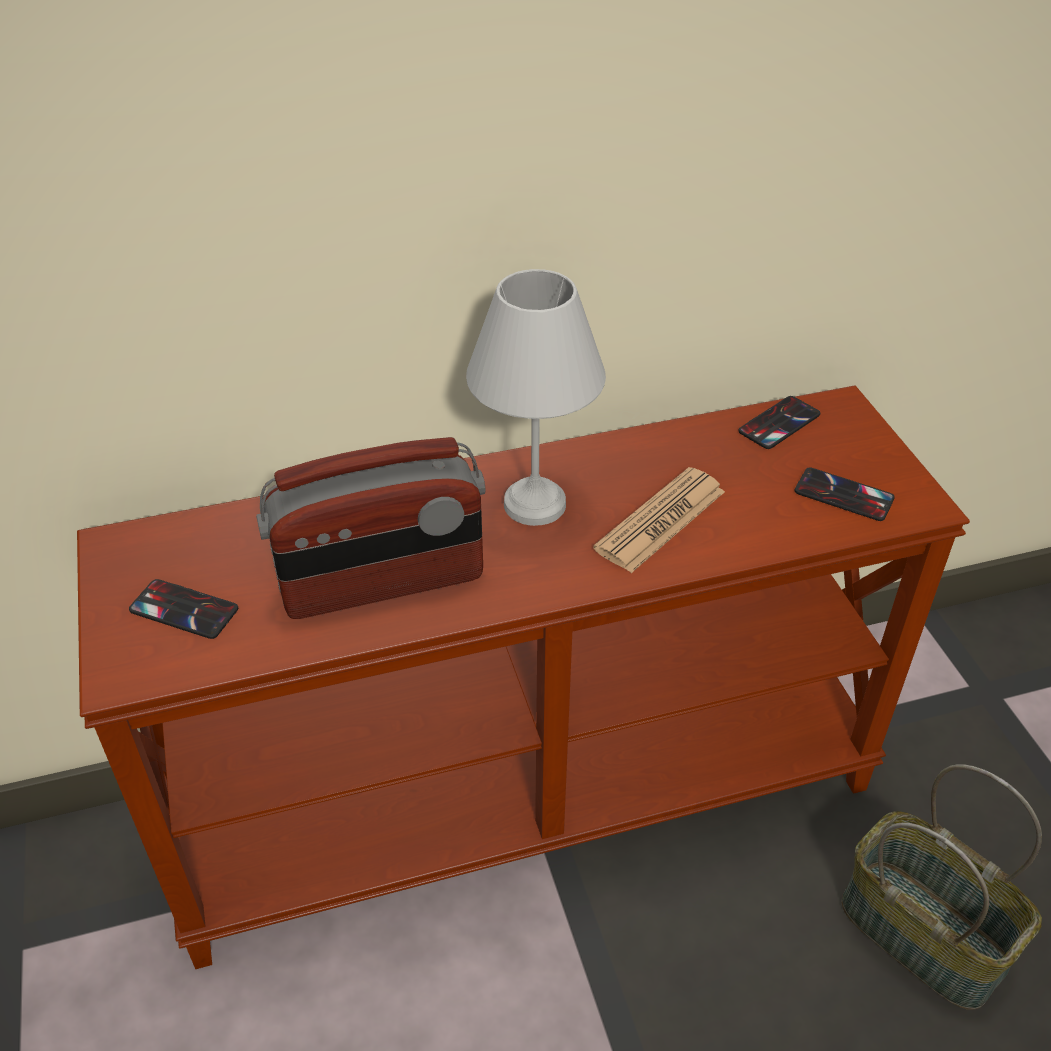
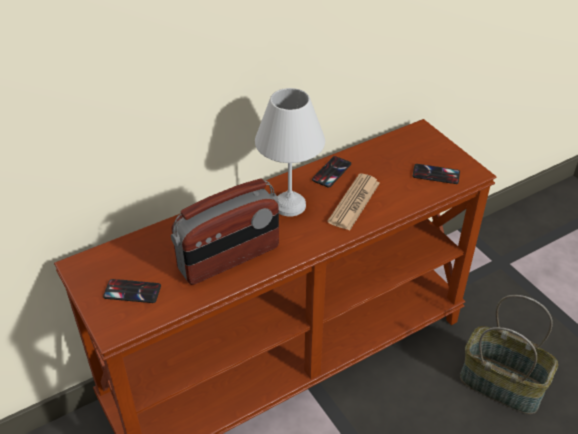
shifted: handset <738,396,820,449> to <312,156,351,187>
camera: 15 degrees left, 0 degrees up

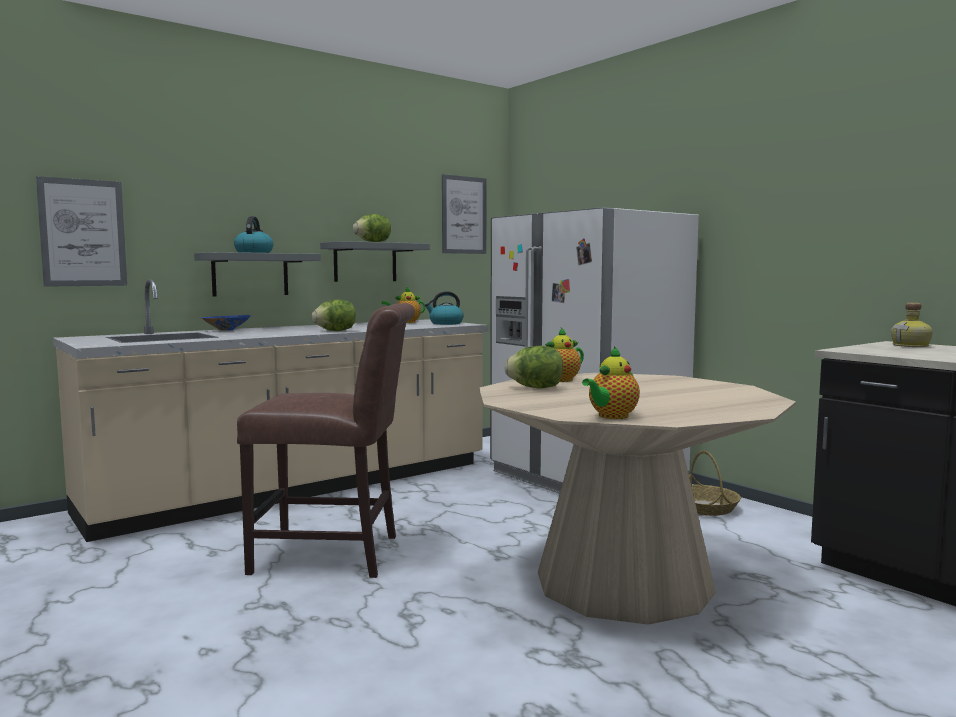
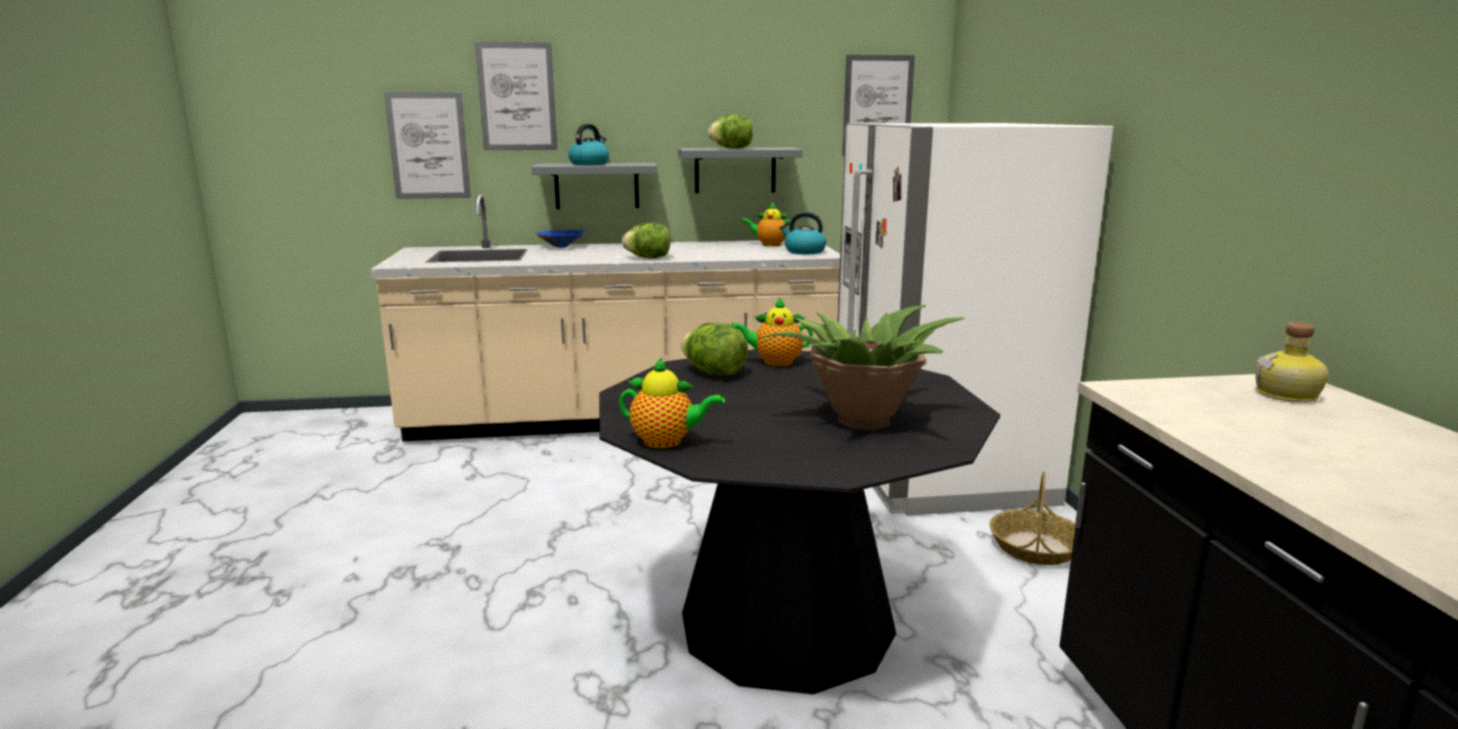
gone: upright chair in brown-coloured <237,303,415,578>
new: wall art <475,42,558,150>; houseplant <759,305,965,430>
repainted: kitchen table in beige <479,373,796,625> to kitchen table in black <599,349,1000,694>
rotated: pot for tea <582,346,640,419> = <619,358,725,448> 150 degrees counterclockwise
camera: 30 degrees right, 10 degrees up

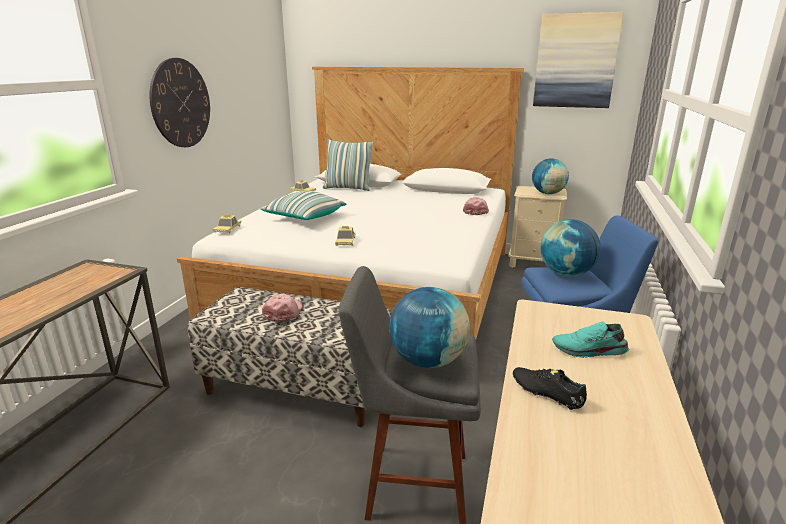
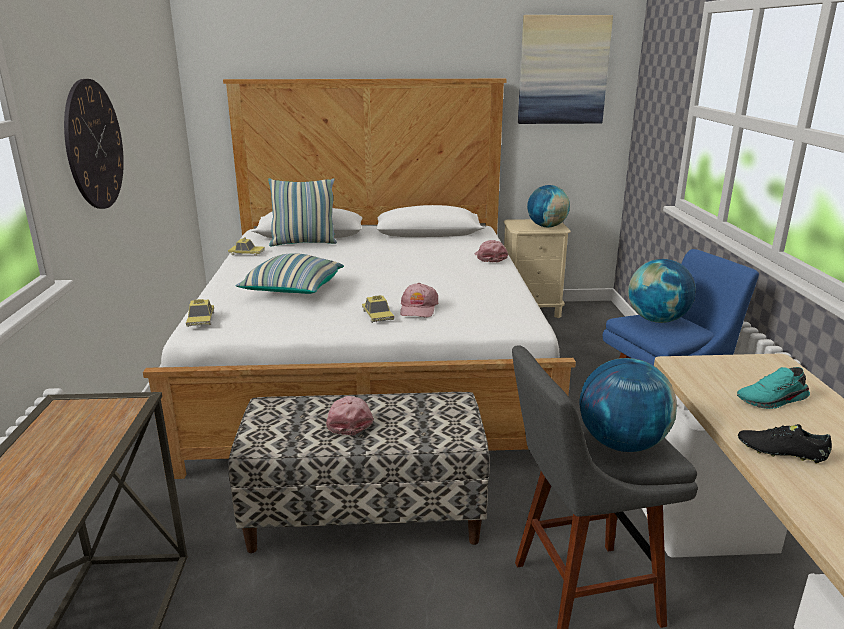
new: cap in pink-coloured <400,283,438,317>
camera: 20 degrees left, 0 degrees up

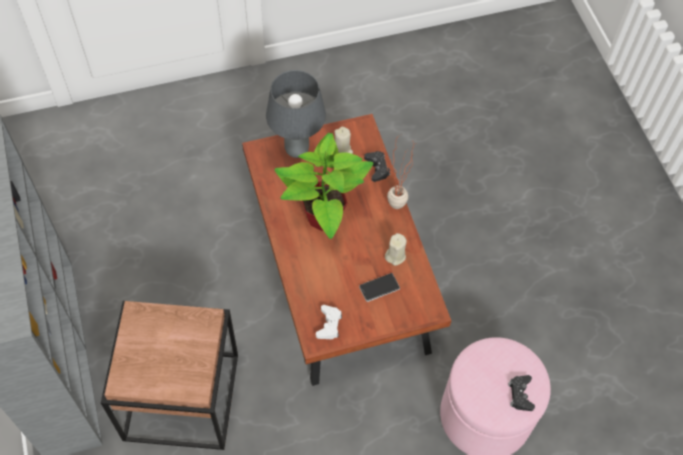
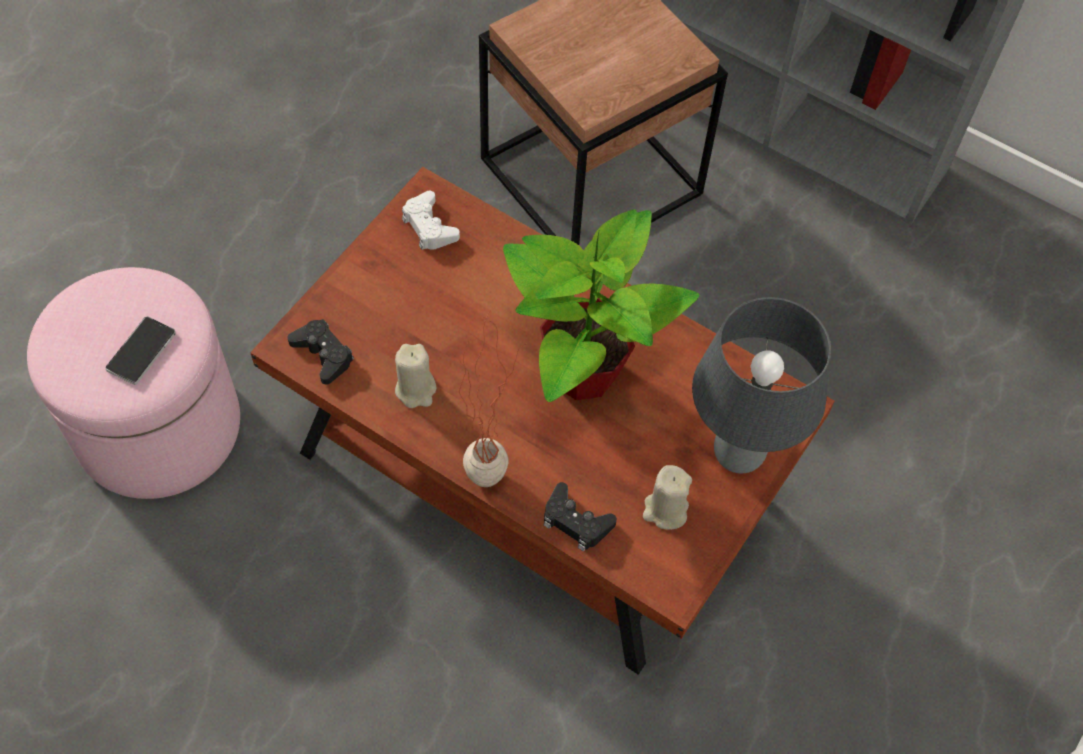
shifted: handset <359,273,400,302> to <105,316,176,385>; game controller in black <508,375,535,411> to <288,319,354,385>
camera: 140 degrees right, 0 degrees up

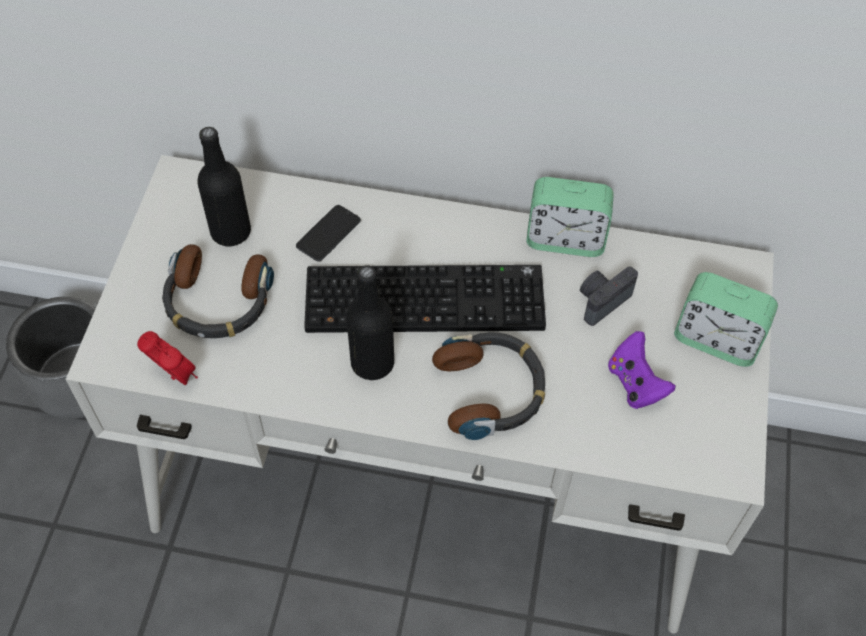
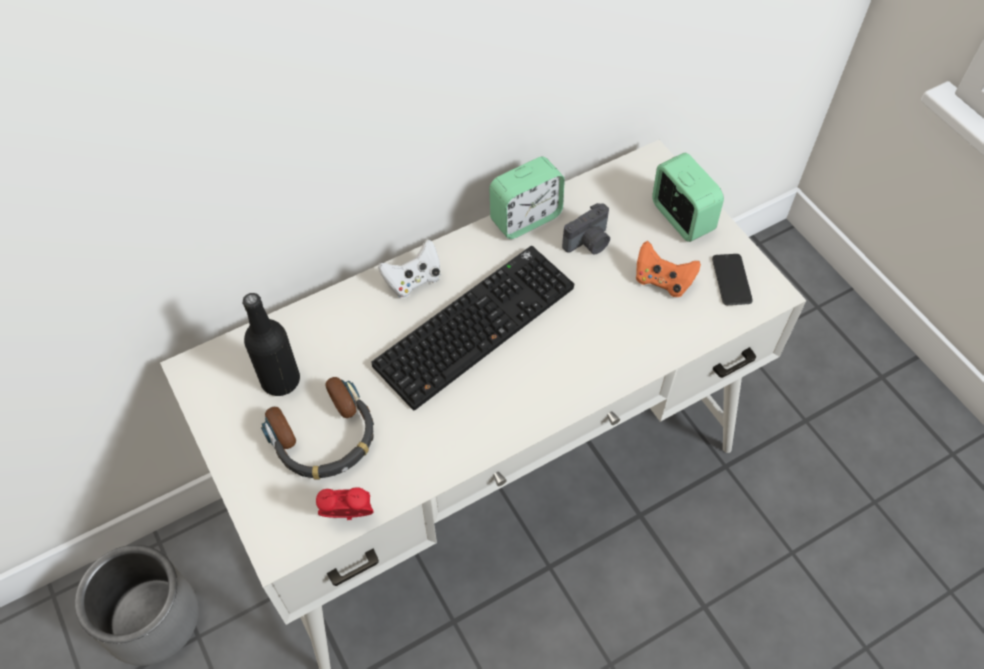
gone: drink bottle in black <346,265,394,380>; pair of headphones <432,332,545,440>
new: game controller in white <378,239,441,298>
shifted: handset <296,205,361,262> to <712,254,753,305>
repainted: game controller in purple <608,331,676,409> to game controller in orangey <636,241,701,297>
rotated: photo camera <580,267,638,326> = <562,203,610,255> 135 degrees counterclockwise; bedside clock <674,272,778,367> = <652,153,724,242> 105 degrees counterclockwise
camera: 40 degrees left, 0 degrees up

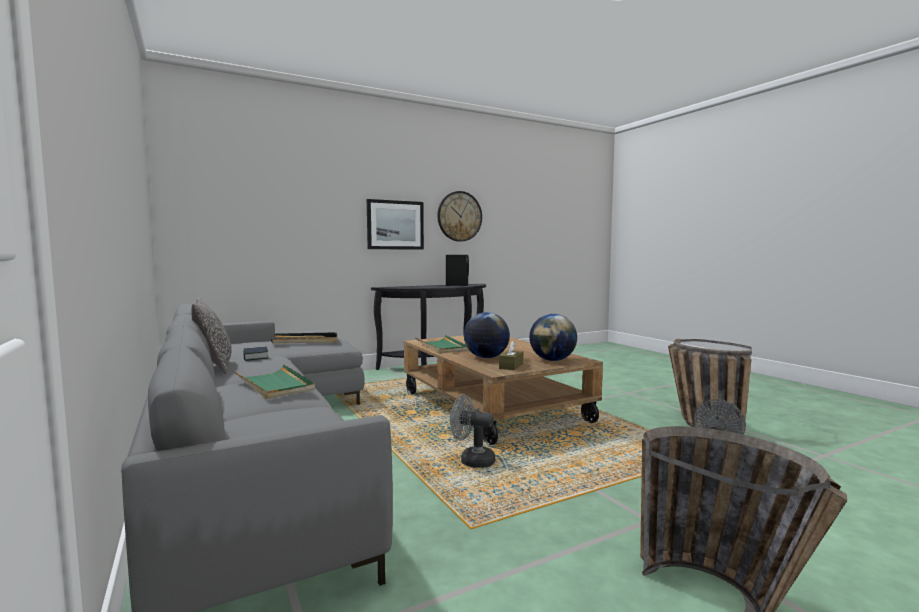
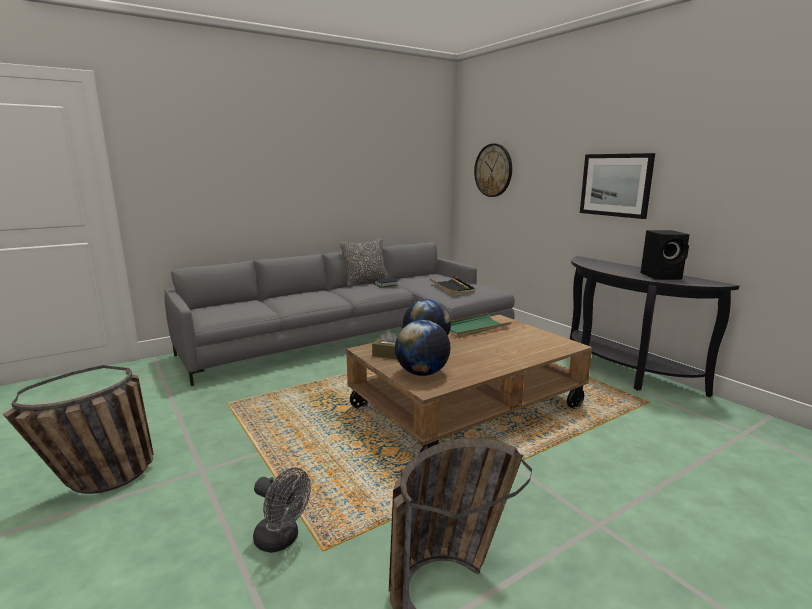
gone: carrying tray in green <234,364,315,399>; cooling fan in gray <450,395,495,468>
shifted: hanging clock <437,191,482,242> to <474,144,512,197>
camera: 85 degrees right, 10 degrees up

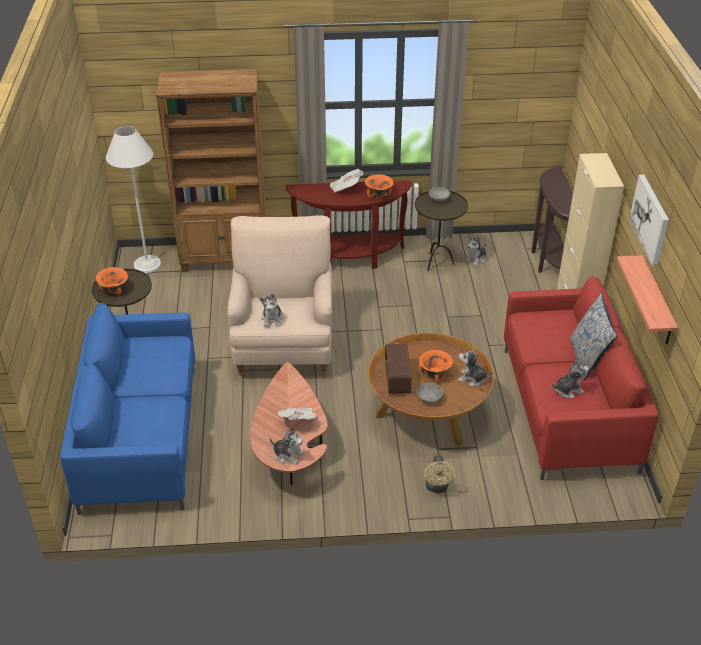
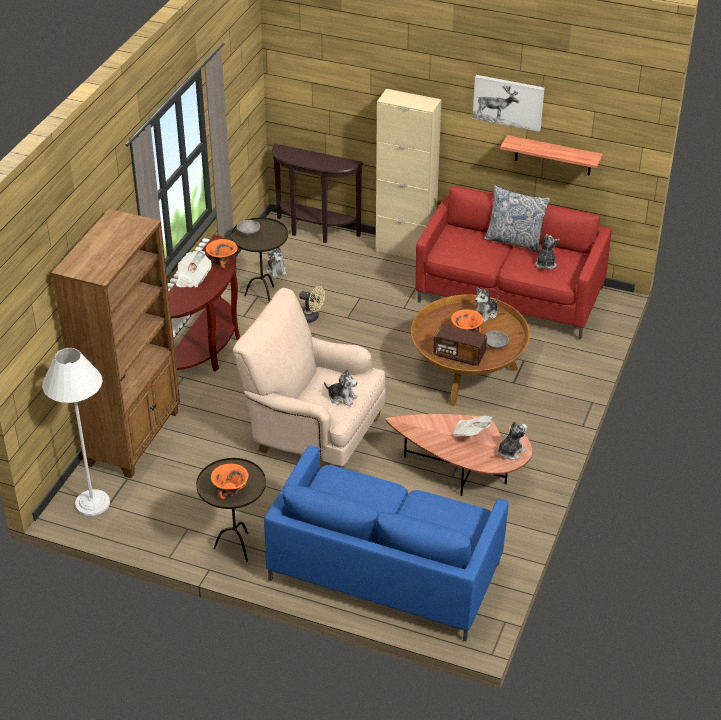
shifted: cooling fan in beige <424,455,455,493> to <299,286,325,323>
camera: 65 degrees left, 0 degrees up

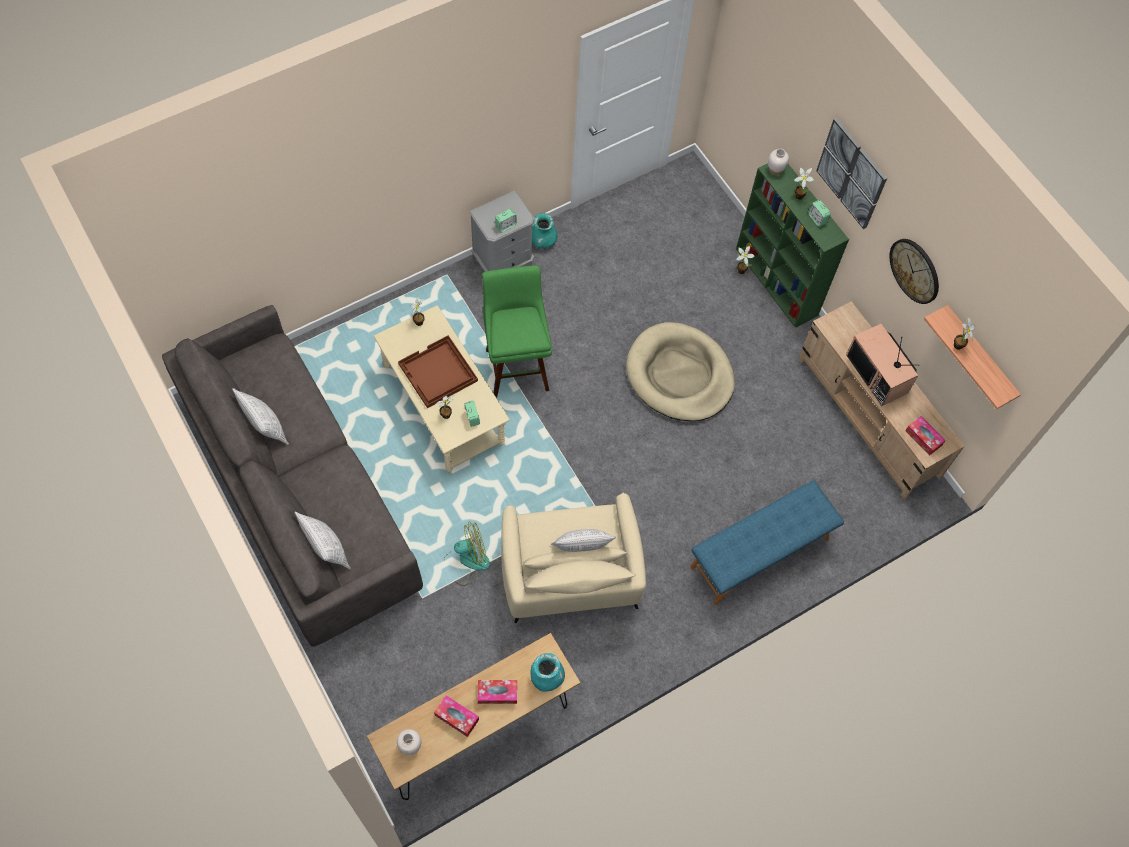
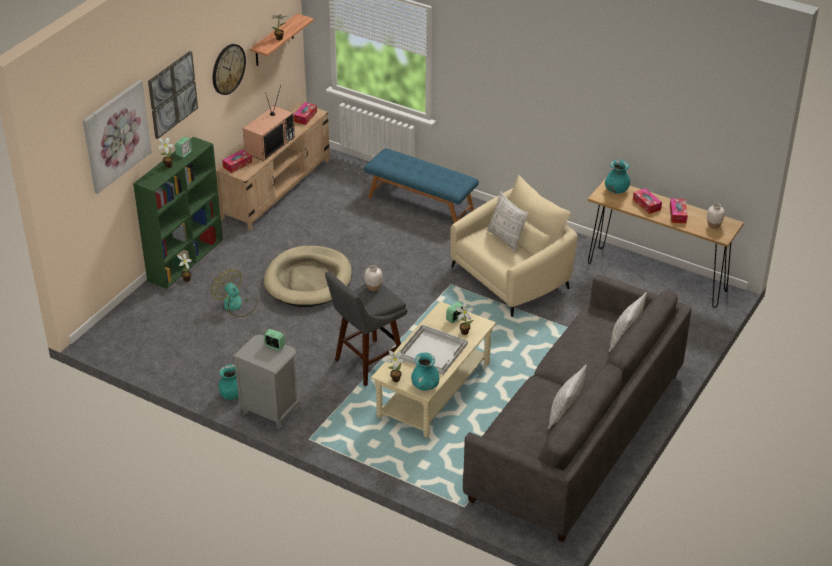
new: wall art <83,80,152,194>; box of tissues <222,150,252,173>; decorative vase in turquoise-coloured <411,353,439,391>
shifted: decorative vase in white <768,149,789,175> to <364,265,383,291>; cooling fan <448,521,490,586> to <211,269,258,317>
repainted: sitting stool in green <482,265,552,397> to sitting stool in gray <325,272,407,386>; carrying tray in brown-coloured <398,335,478,408> to carrying tray in white <397,324,468,375>
camera: 115 degrees left, 25 degrees down

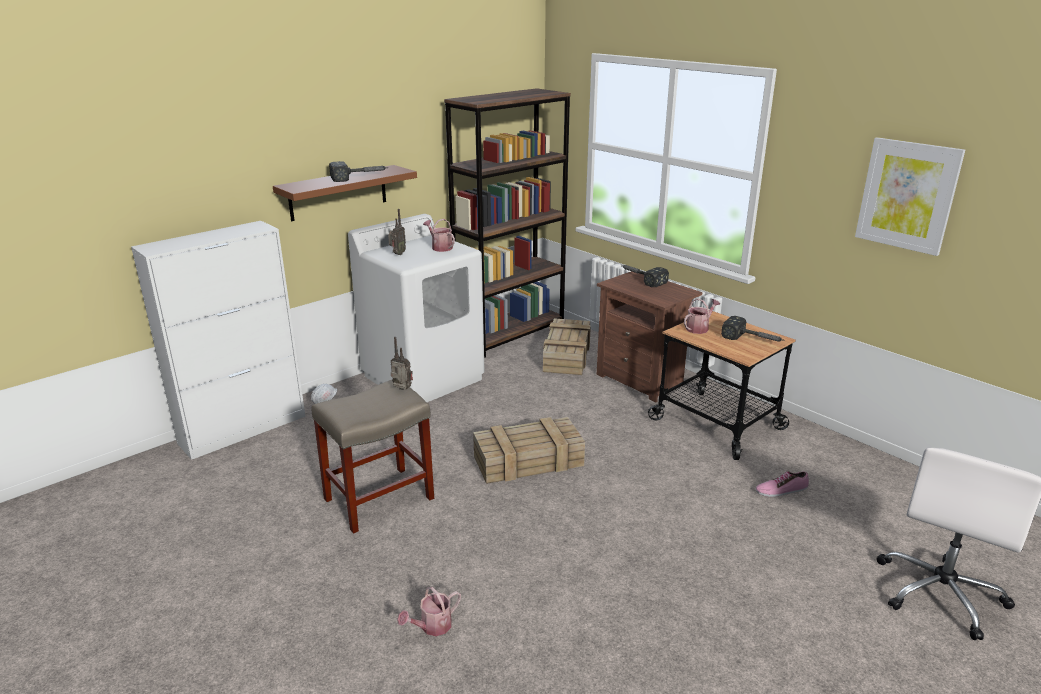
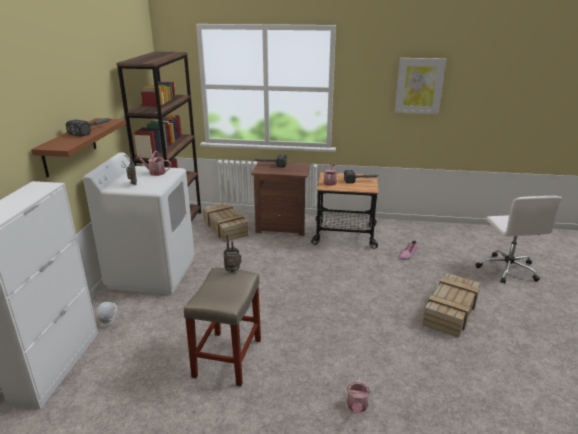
shifted: packing crate <473,417,585,484> to <423,273,481,337>
camera: 40 degrees left, 0 degrees up

